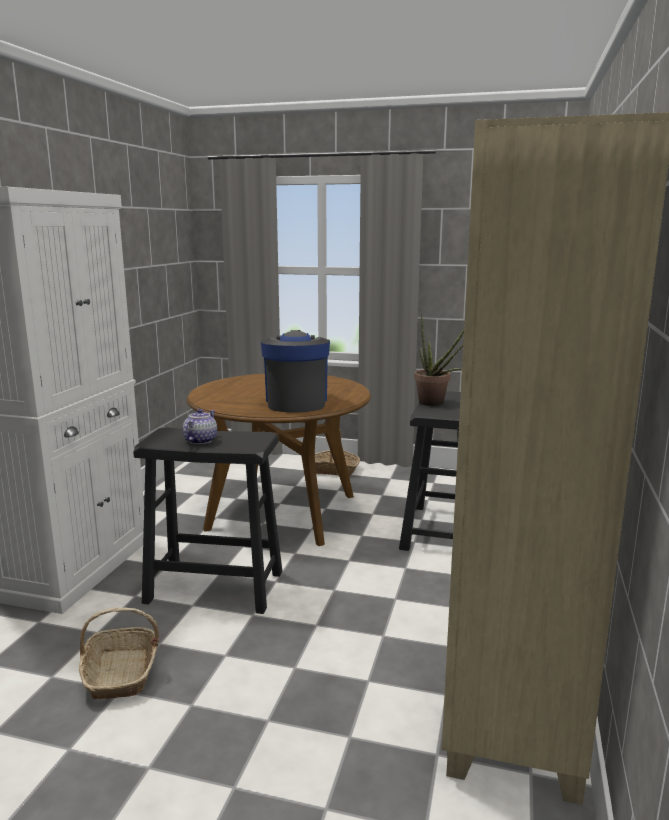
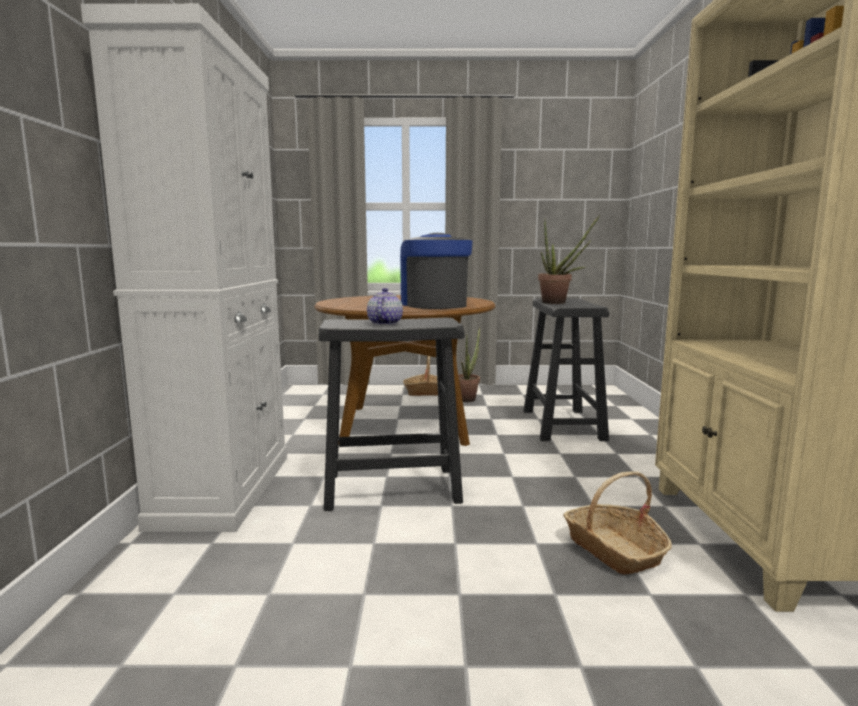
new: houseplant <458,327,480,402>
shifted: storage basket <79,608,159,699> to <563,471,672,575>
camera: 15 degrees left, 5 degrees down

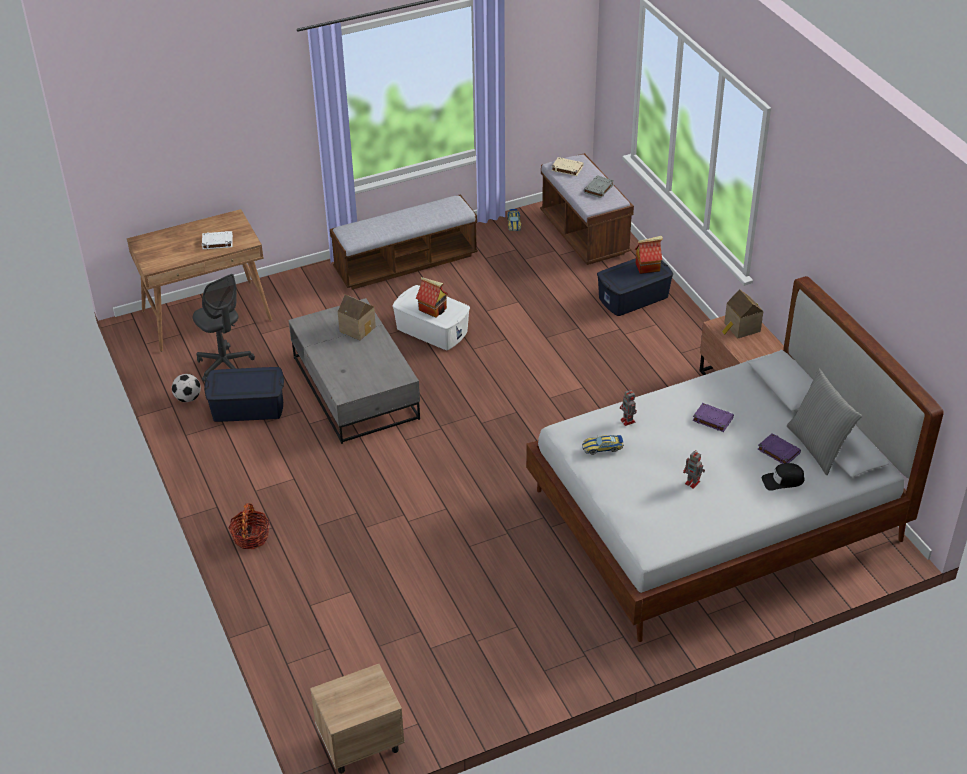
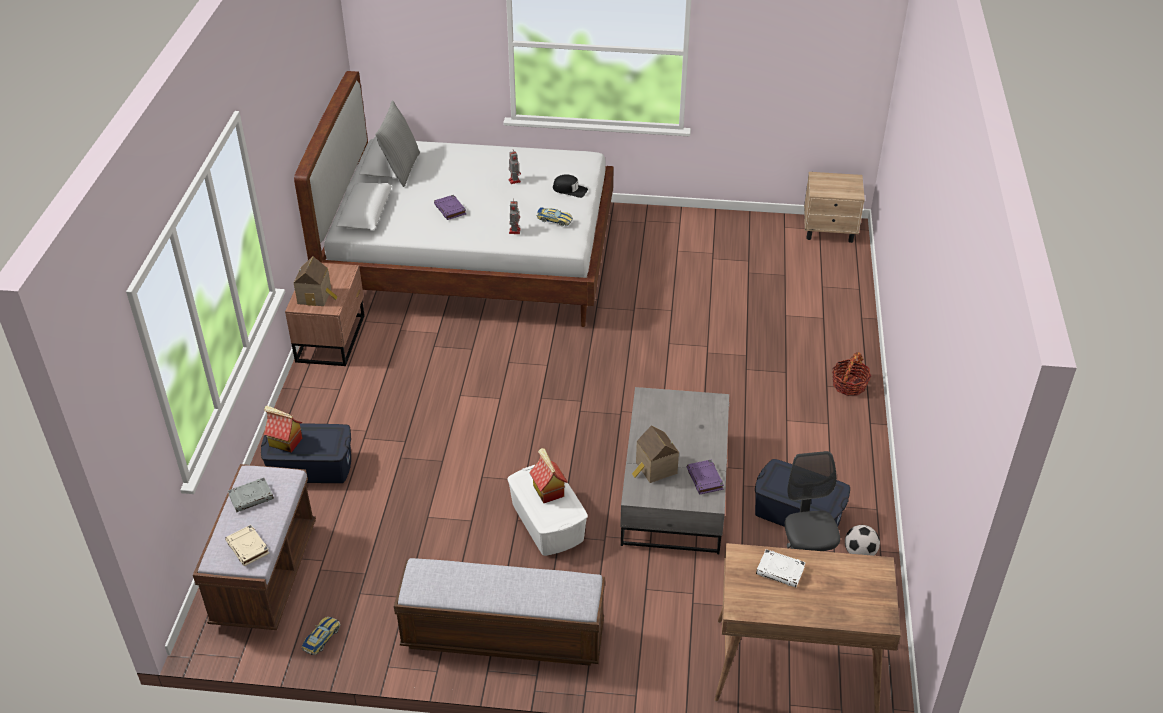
shifted: volume in purple <758,433,801,464> to <687,460,724,494>; cap in black <762,463,805,491> to <553,174,588,198>
camera: 150 degrees left, 0 degrees up

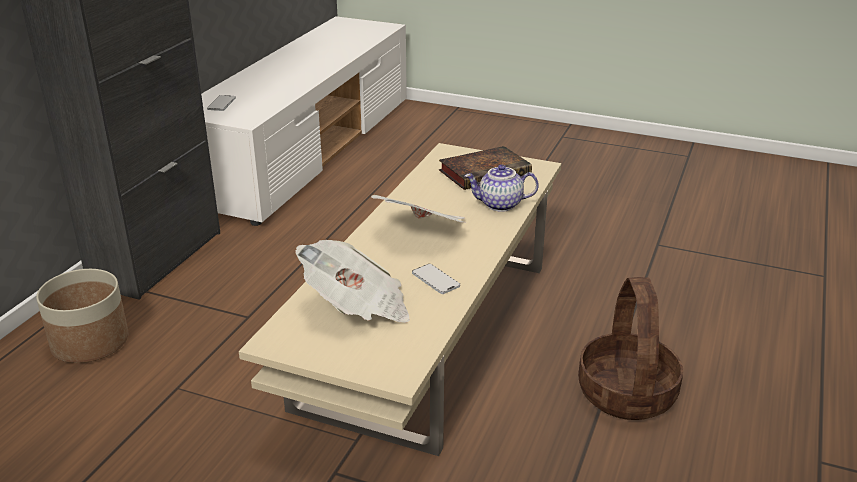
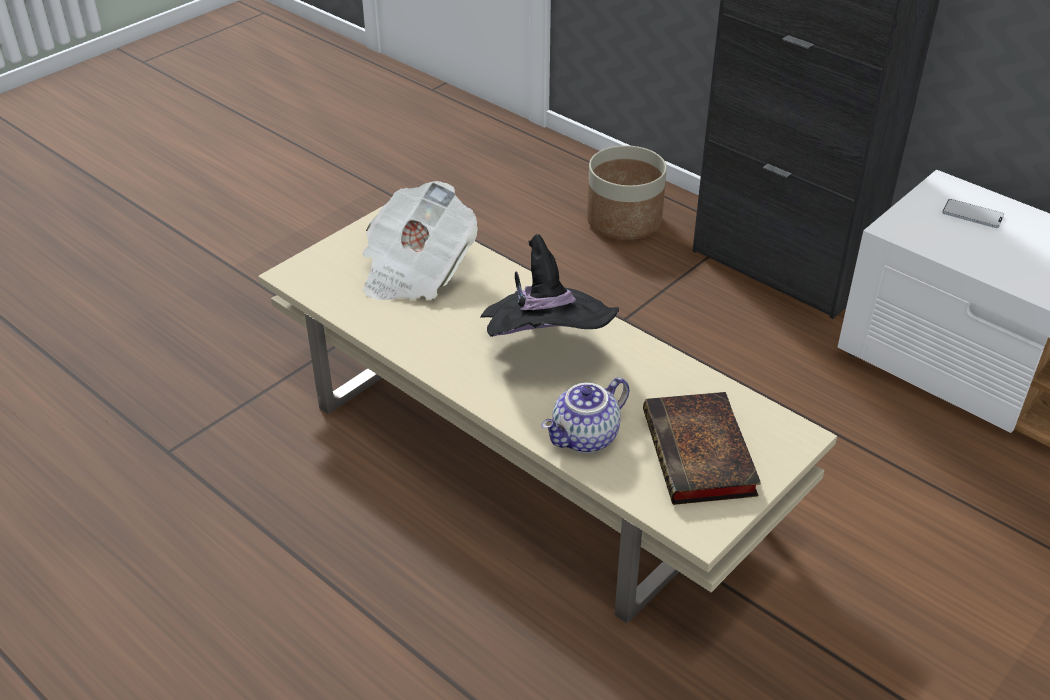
gone: handset <412,264,460,294>; storage basket <578,277,683,420>
swapped: printed paper <371,195,466,223> to wearable hat in black <480,234,619,337>
rotated: pot for tea <465,164,539,212> = <542,377,629,453> 150 degrees counterclockwise
camera: 110 degrees right, 10 degrees up

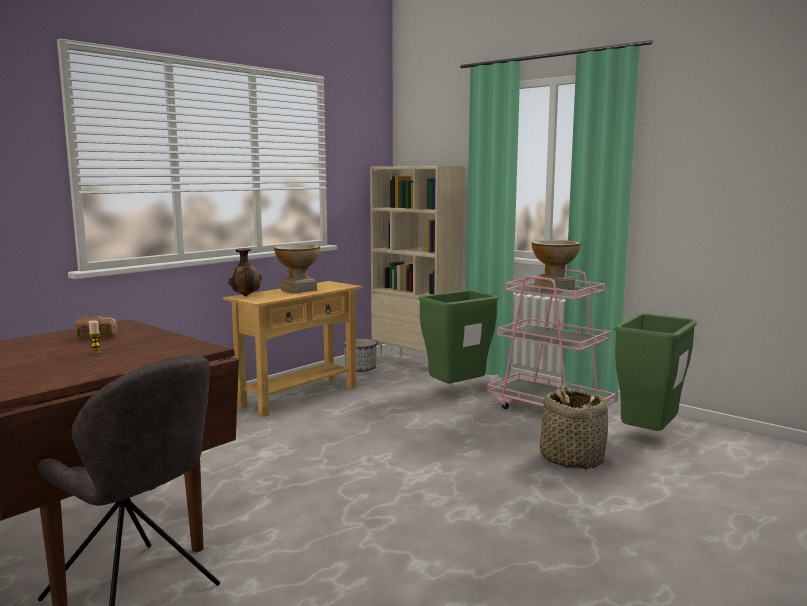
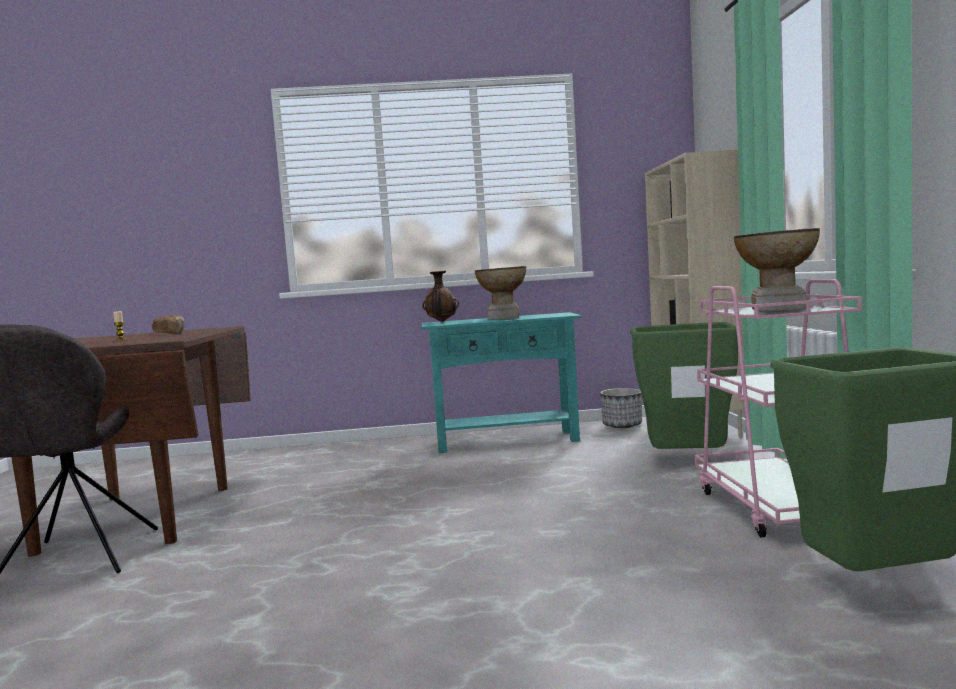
gone: storage basket <540,385,608,469>
repainted: console table in beige <223,281,362,417> to console table in turquoise-coloured <421,312,582,453>
camera: 45 degrees right, 5 degrees down

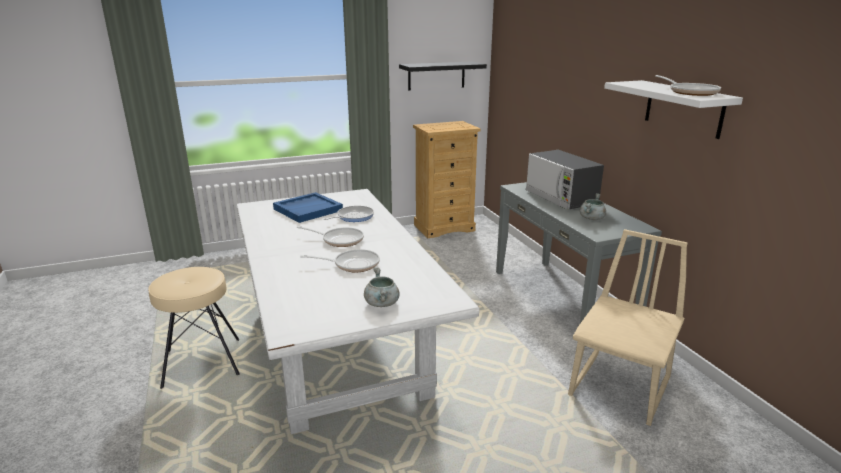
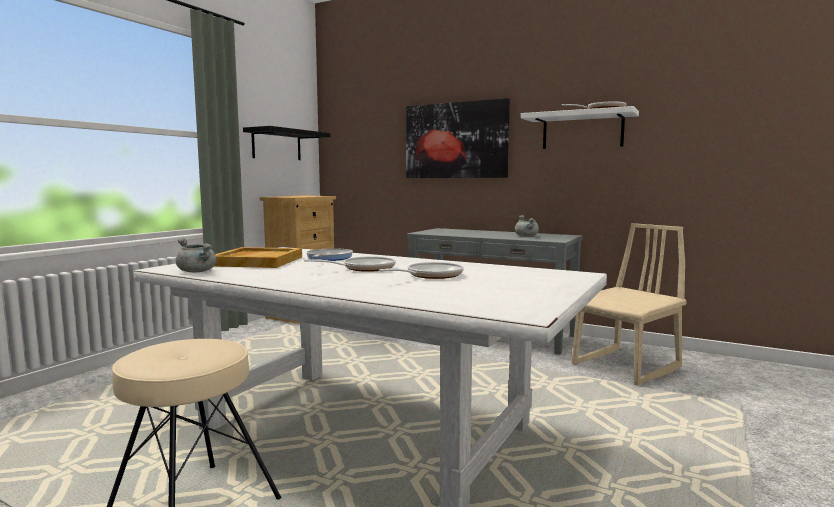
gone: microwave oven <526,150,604,210>
new: wall art <406,98,510,178>
shifted: saucepot in gray <364,267,399,307> to <176,238,216,272>
repainted: carrying tray in blue-coloured <273,192,343,223> to carrying tray in beige <214,247,302,268>
rotated: upright chair in beige <568,229,688,426> = <572,223,686,386> 60 degrees clockwise
camera: 40 degrees left, 15 degrees down

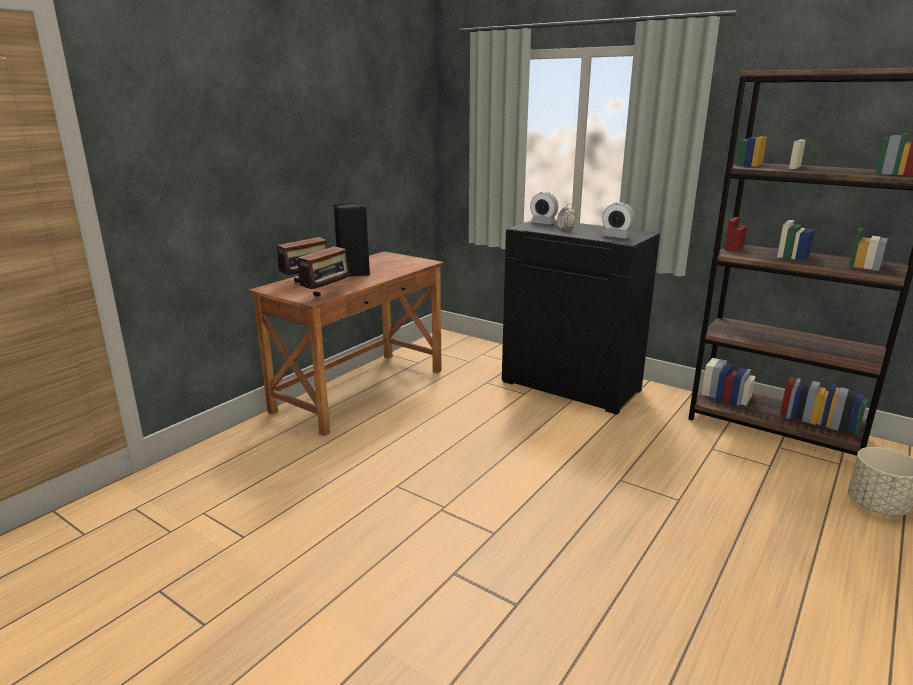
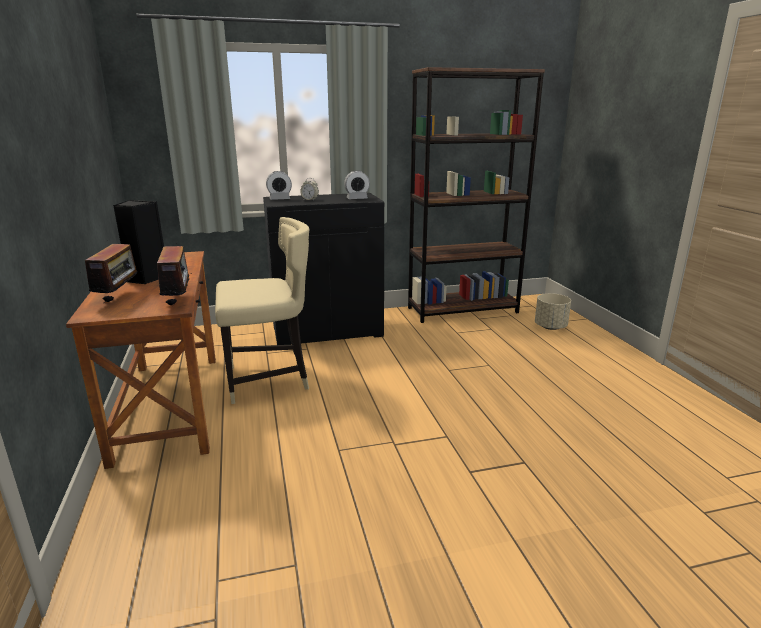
new: upright chair in beige <215,217,309,404>
camera: 50 degrees left, 0 degrees up

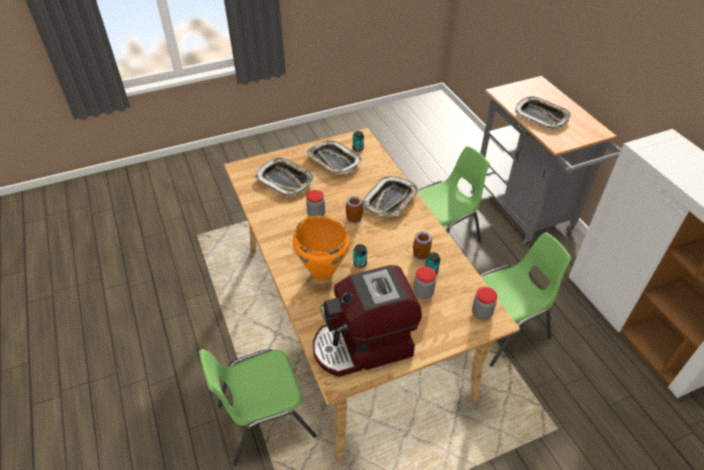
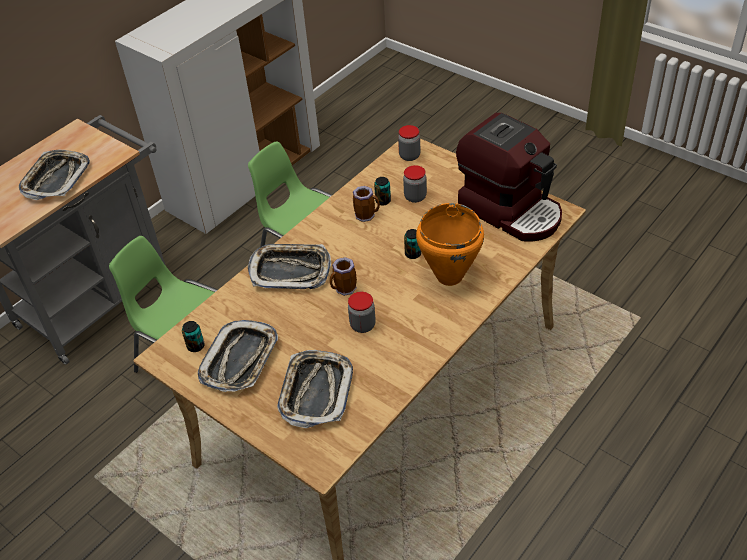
gone: upright chair in green <199,349,317,466>
camera: 115 degrees left, 0 degrees up

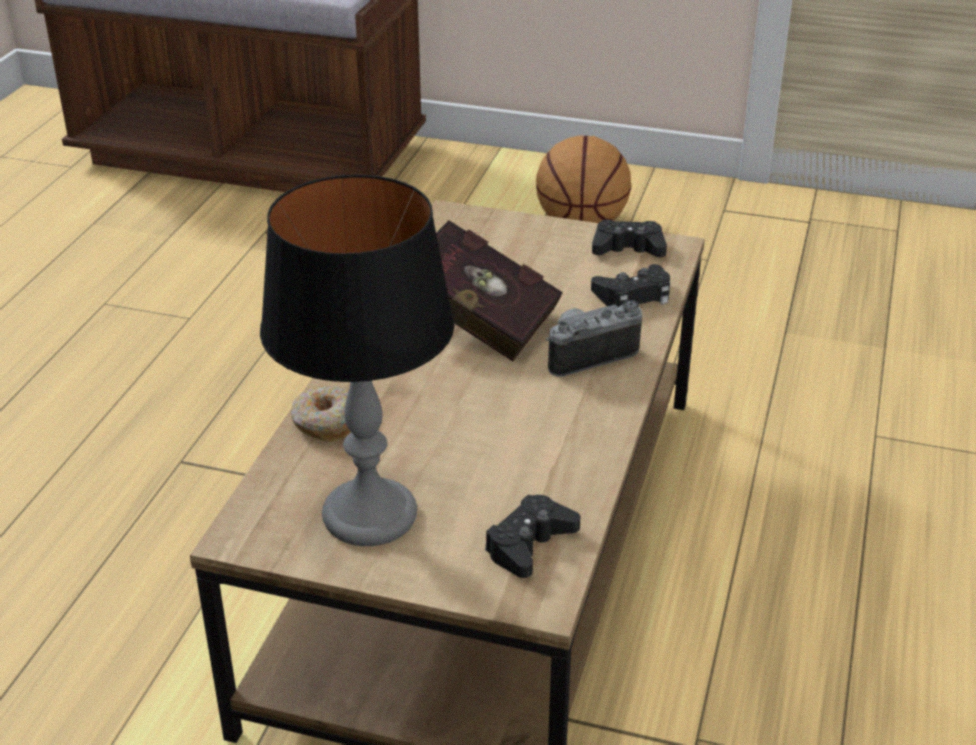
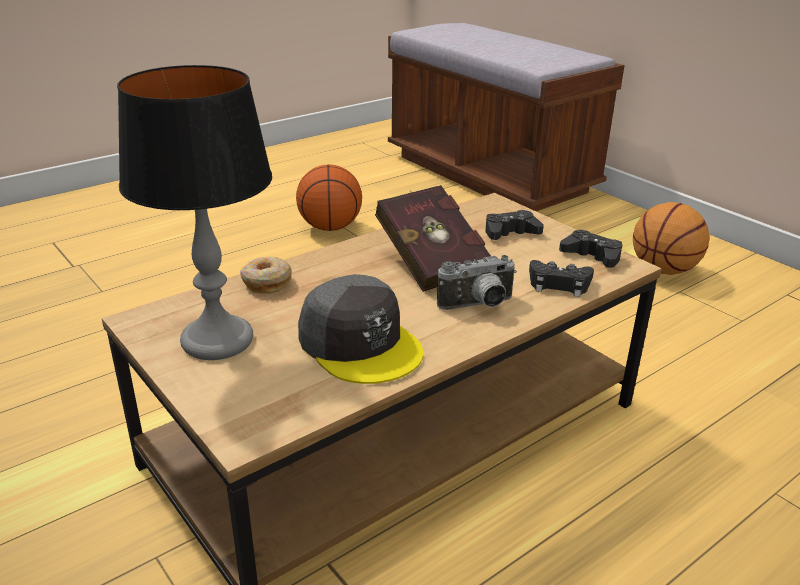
new: ball for basketball <296,164,362,231>; cap in gray <298,274,423,384>
shifted: game controller in black <485,495,580,578> to <485,210,544,240>
rotated: photo camera <546,300,642,377> = <437,255,517,310> 150 degrees clockwise
camera: 35 degrees right, 5 degrees down

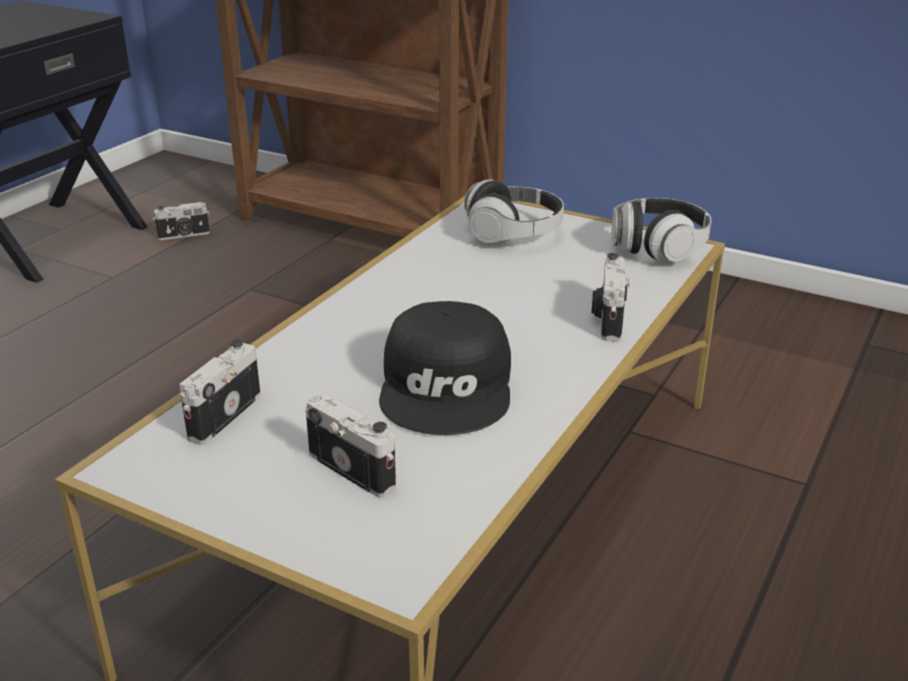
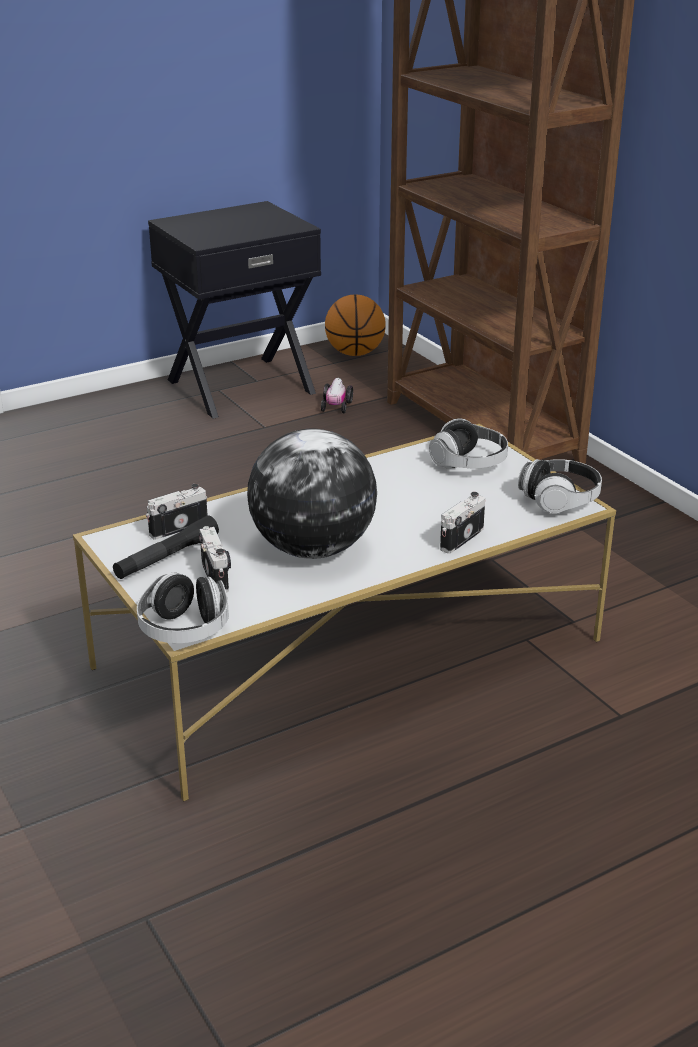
new: ball for basketball <325,294,386,356>; flashlight in black <113,515,219,579>; pair of headphones <137,573,229,643>
swapped: photo camera <153,202,210,240> to model car <321,378,353,413>; cap in black <379,301,511,435> to globe <247,429,377,559>
camera: 30 degrees right, 0 degrees up

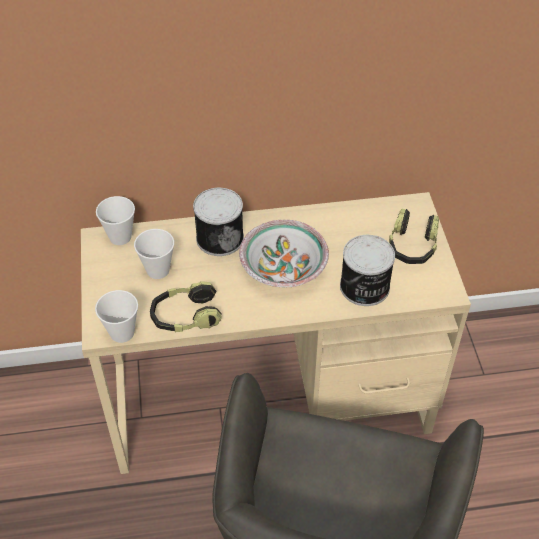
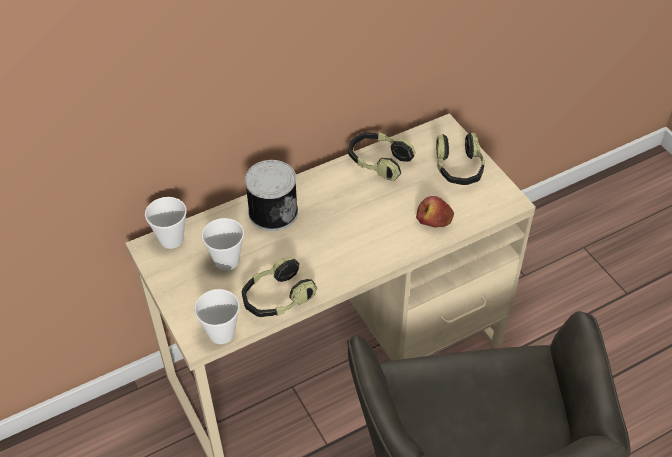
gone: deep dish <239,220,329,287>
new: pair of headphones <348,132,416,181>
swapped: can <340,235,395,306> to apple fruit <416,196,454,228>
camera: 20 degrees left, 0 degrees up

